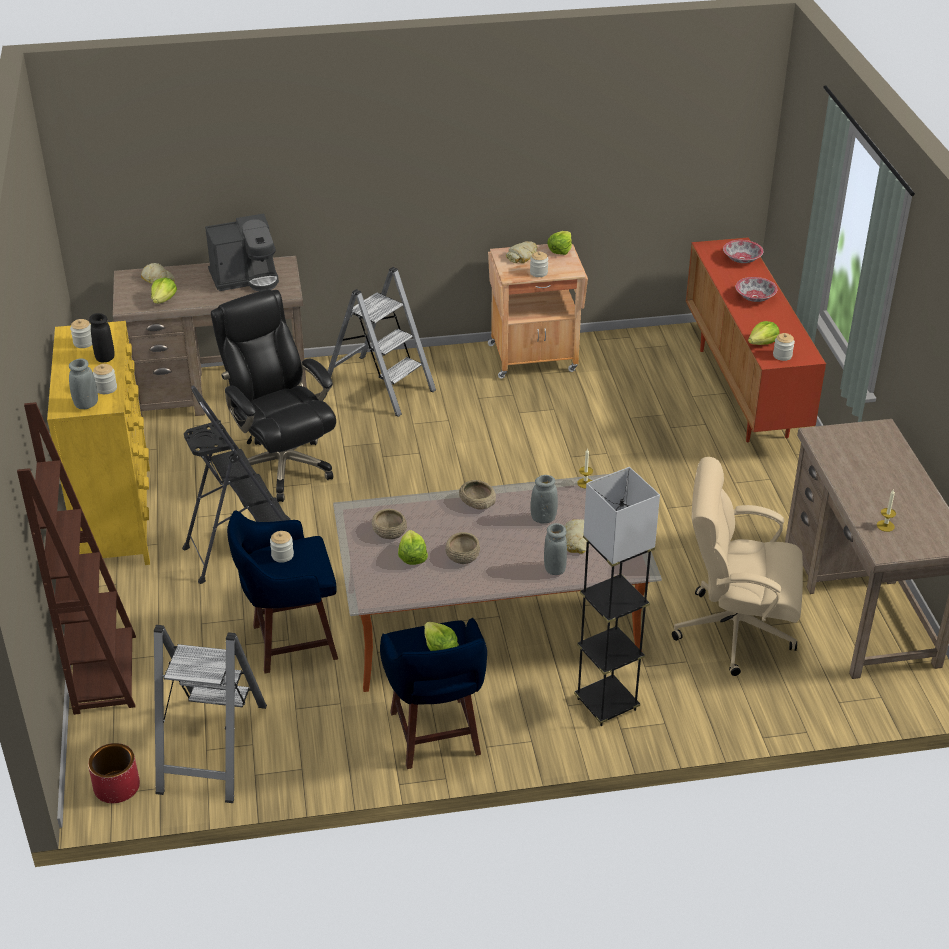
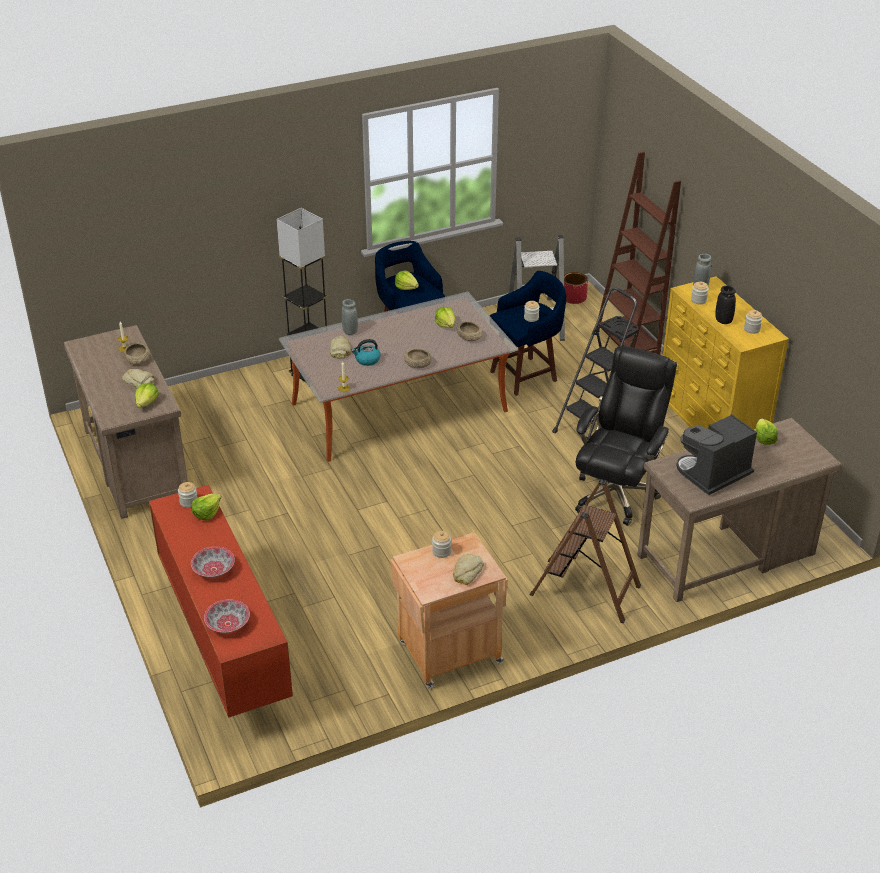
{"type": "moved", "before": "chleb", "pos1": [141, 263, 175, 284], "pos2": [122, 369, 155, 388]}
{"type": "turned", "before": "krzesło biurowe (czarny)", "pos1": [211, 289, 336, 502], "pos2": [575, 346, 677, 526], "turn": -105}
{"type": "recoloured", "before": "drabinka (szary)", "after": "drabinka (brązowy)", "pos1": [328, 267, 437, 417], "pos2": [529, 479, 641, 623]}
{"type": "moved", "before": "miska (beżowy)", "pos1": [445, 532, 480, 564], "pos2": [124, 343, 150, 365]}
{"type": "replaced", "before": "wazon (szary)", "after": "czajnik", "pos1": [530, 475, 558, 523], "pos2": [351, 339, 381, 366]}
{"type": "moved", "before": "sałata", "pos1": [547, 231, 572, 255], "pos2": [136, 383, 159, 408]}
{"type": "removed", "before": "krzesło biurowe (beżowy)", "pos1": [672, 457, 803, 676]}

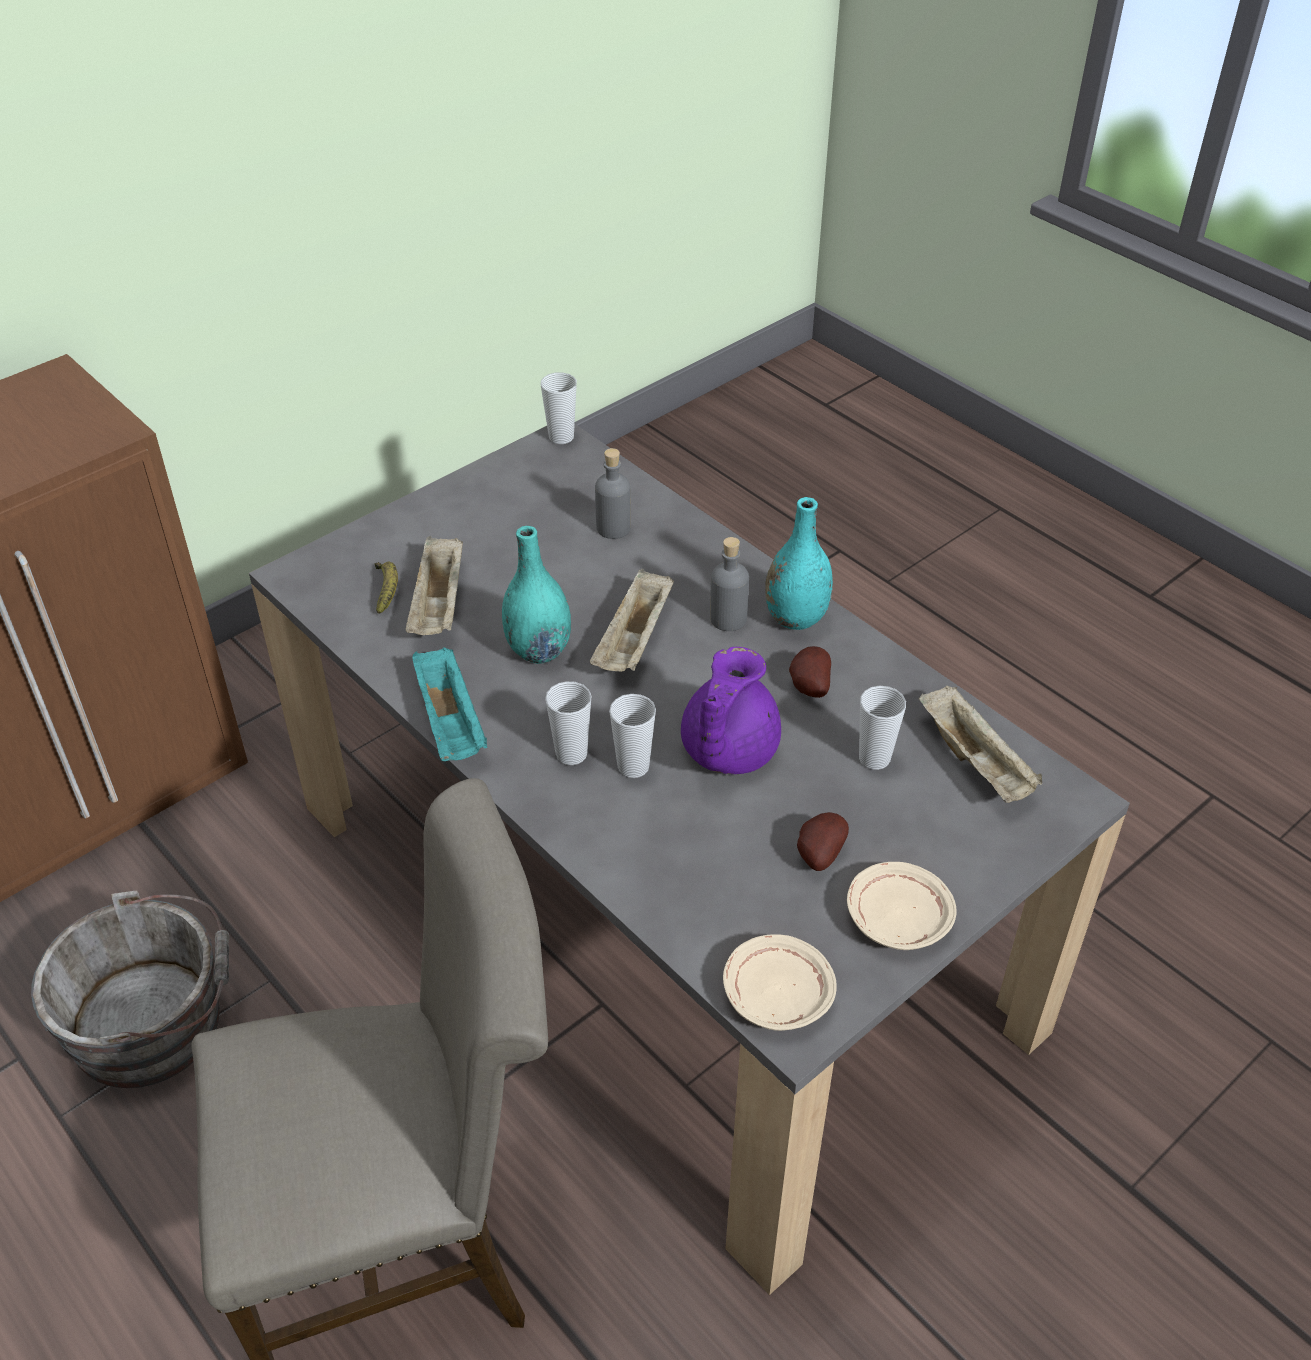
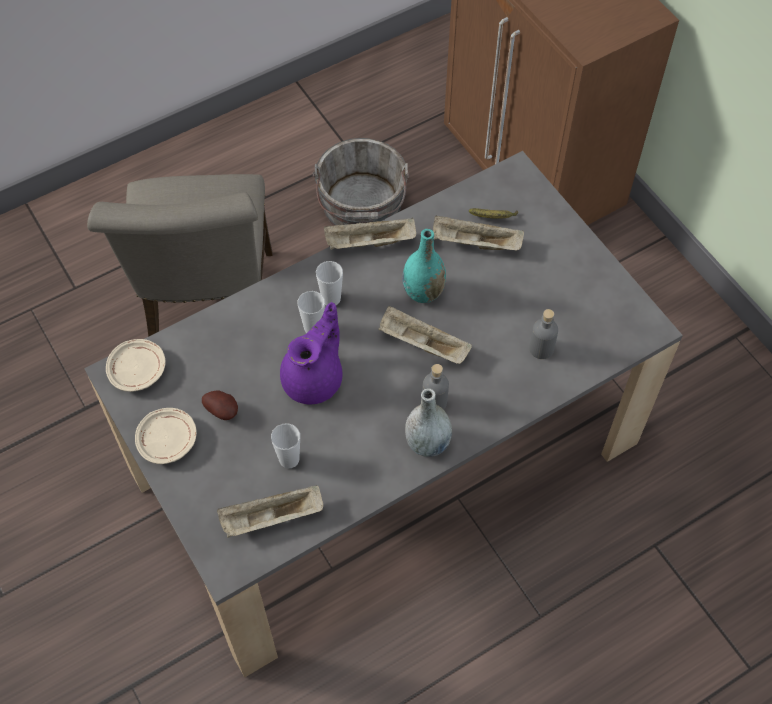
{"type": "recoloured", "before": "taca (turkusowy)", "after": "taca (beżowy)", "pos1": [412, 647, 487, 761], "pos2": [324, 218, 416, 250]}
{"type": "removed", "before": "filiżanka", "pos1": [541, 372, 577, 444]}
{"type": "turned", "before": "imbryk (fioletowy)", "pos1": [681, 647, 781, 774], "pos2": [280, 302, 342, 405], "turn": 90}
{"type": "recoloured", "before": "wazon (turkusowy)", "after": "wazon (szary)", "pos1": [765, 497, 833, 630], "pos2": [405, 388, 452, 457]}
{"type": "removed", "before": "ziemniak", "pos1": [789, 646, 831, 698]}

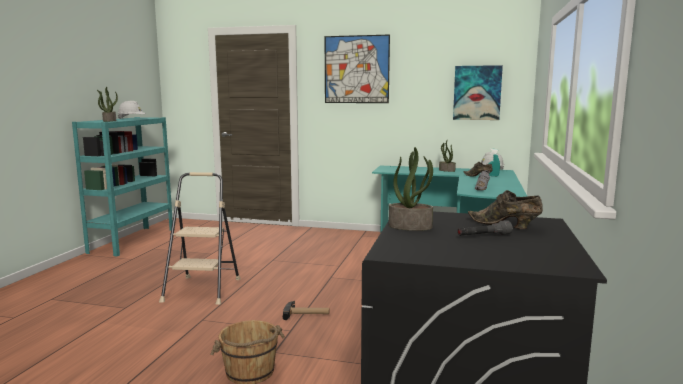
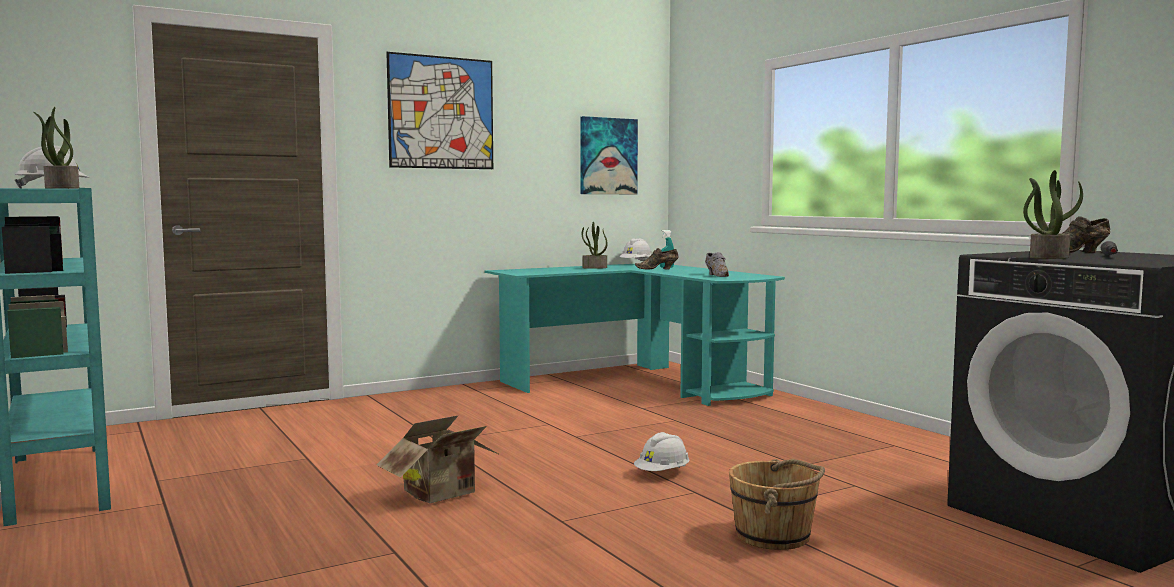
{"type": "replaced", "before": "drabinka (beżowy)", "after": "karton", "pos1": [159, 172, 241, 305], "pos2": [377, 415, 500, 503]}
{"type": "replaced", "before": "młotek", "after": "kask (biały)", "pos1": [283, 301, 329, 320], "pos2": [634, 432, 689, 471]}

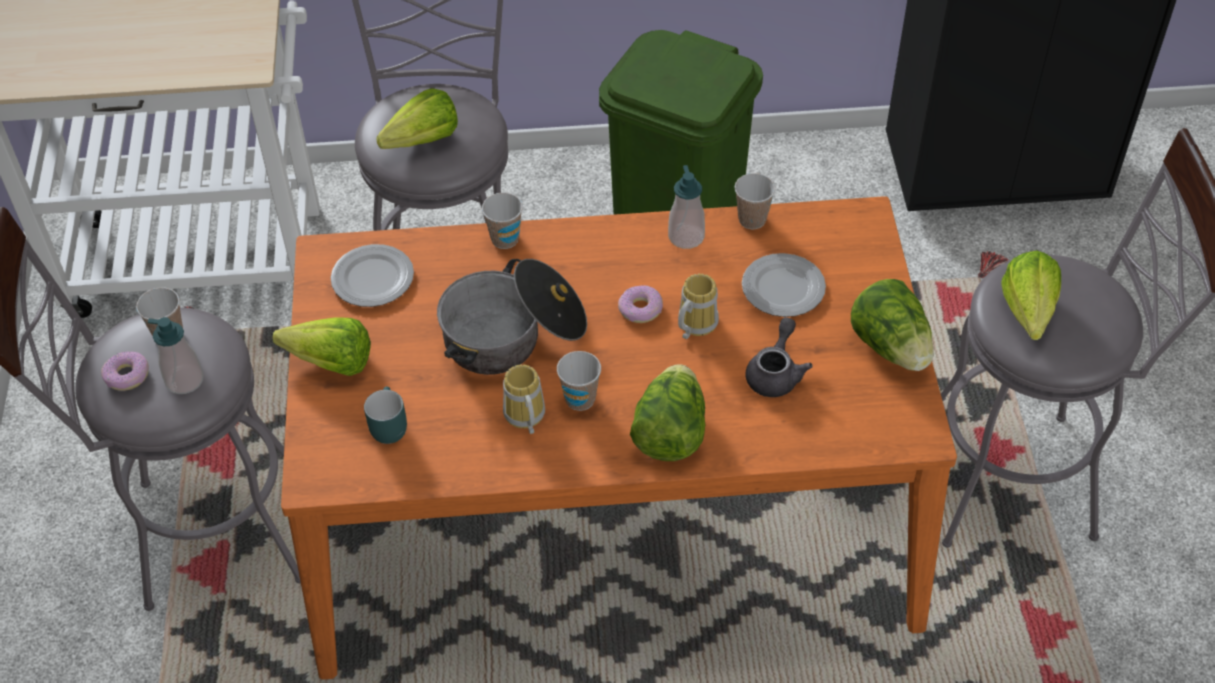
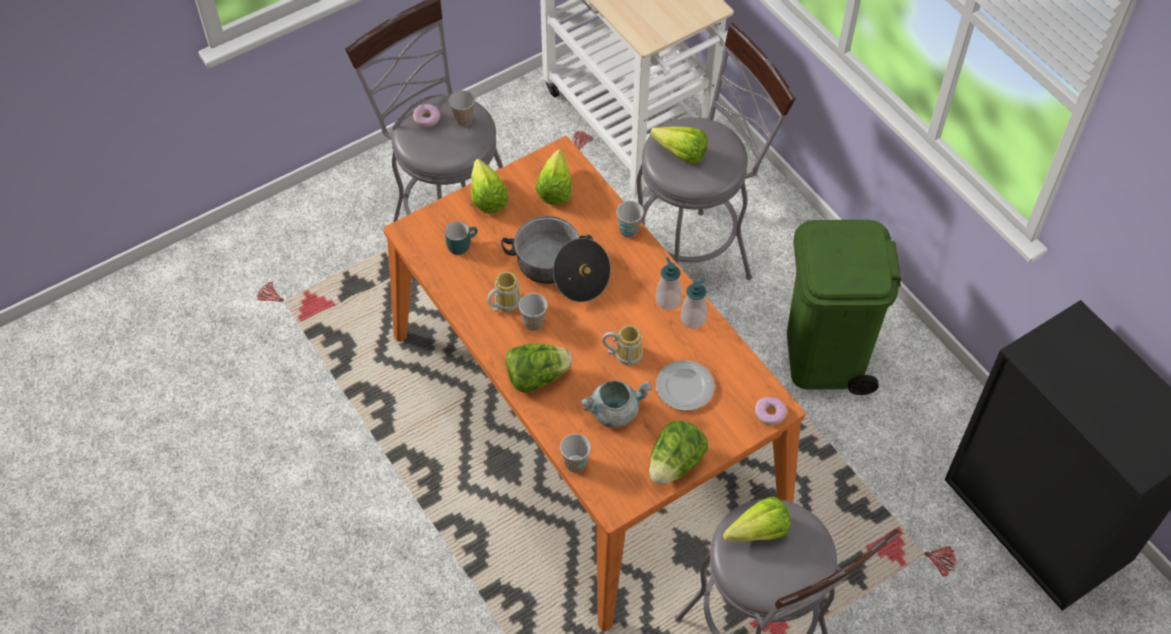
{"type": "moved", "before": "dozownik mydła", "pos1": [148, 317, 204, 394], "pos2": [656, 257, 682, 310]}
{"type": "replaced", "before": "talerz", "after": "sałata", "pos1": [331, 244, 414, 307], "pos2": [535, 149, 572, 205]}
{"type": "moved", "before": "donut", "pos1": [618, 285, 663, 323], "pos2": [755, 397, 787, 425]}
{"type": "moved", "before": "filiżanka", "pos1": [735, 173, 775, 230], "pos2": [560, 434, 591, 473]}
{"type": "replaced", "before": "imbryk (szary)", "after": "garnek (szary)", "pos1": [746, 317, 813, 397], "pos2": [581, 380, 652, 428]}

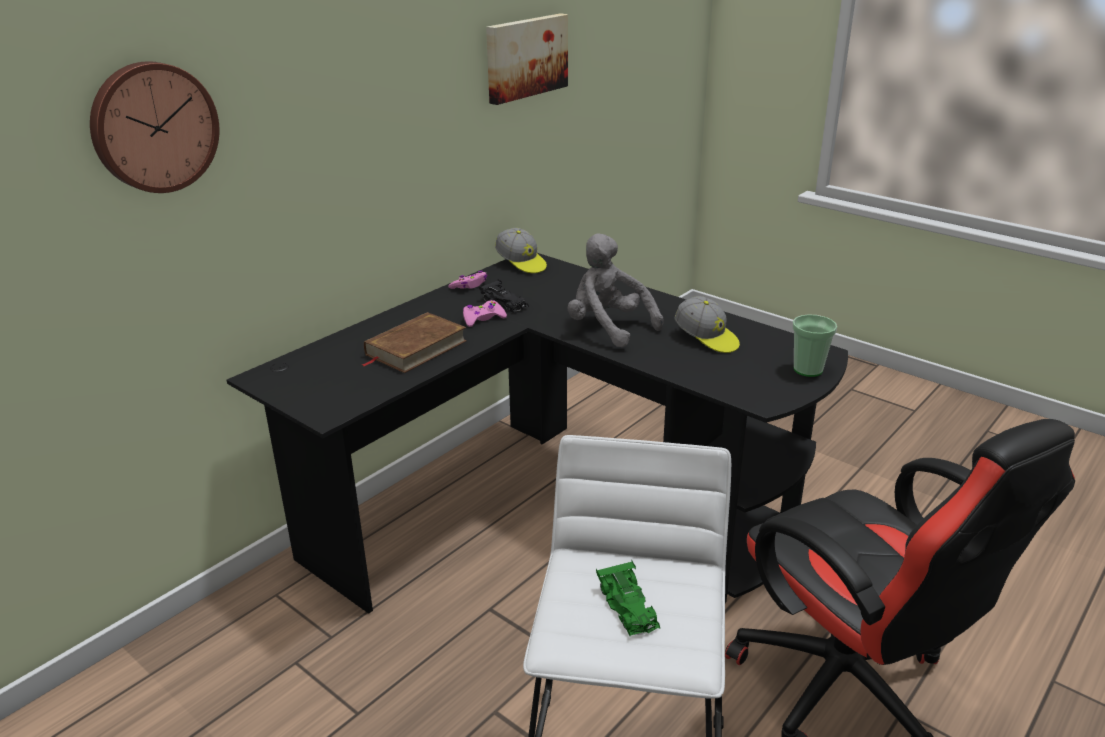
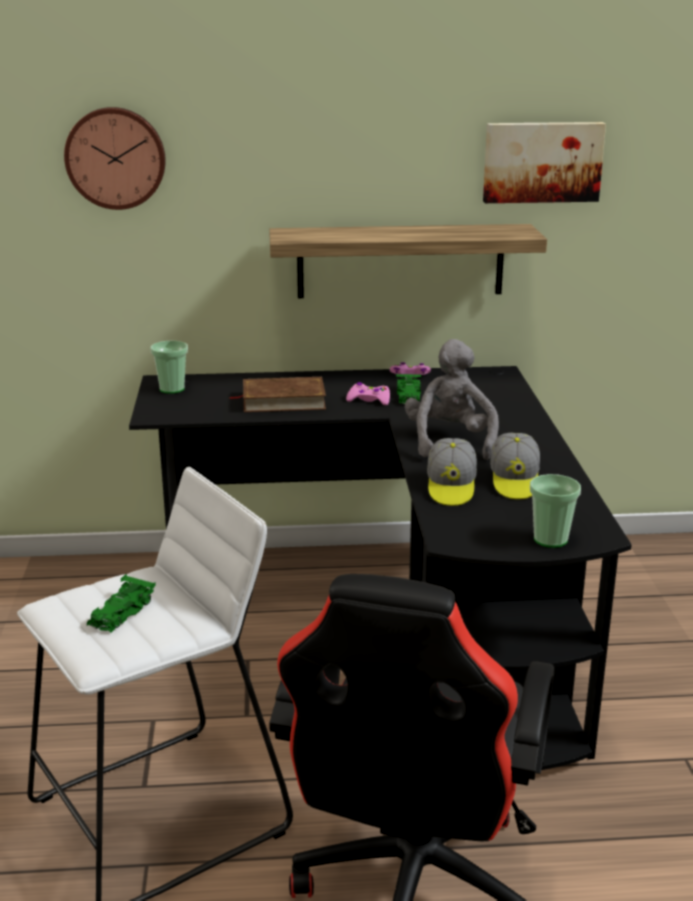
{"type": "recoloured", "before": "samochodzik (czarny)", "after": "samochodzik (zielony)", "pos1": [479, 279, 529, 313], "pos2": [396, 374, 421, 404]}
{"type": "moved", "before": "czapka z daszkiem", "pos1": [495, 228, 547, 273], "pos2": [427, 438, 477, 506]}
{"type": "added", "after": "filiżanka", "pos2": [150, 341, 188, 394]}
{"type": "added", "after": "półka", "pos2": [269, 224, 547, 298]}

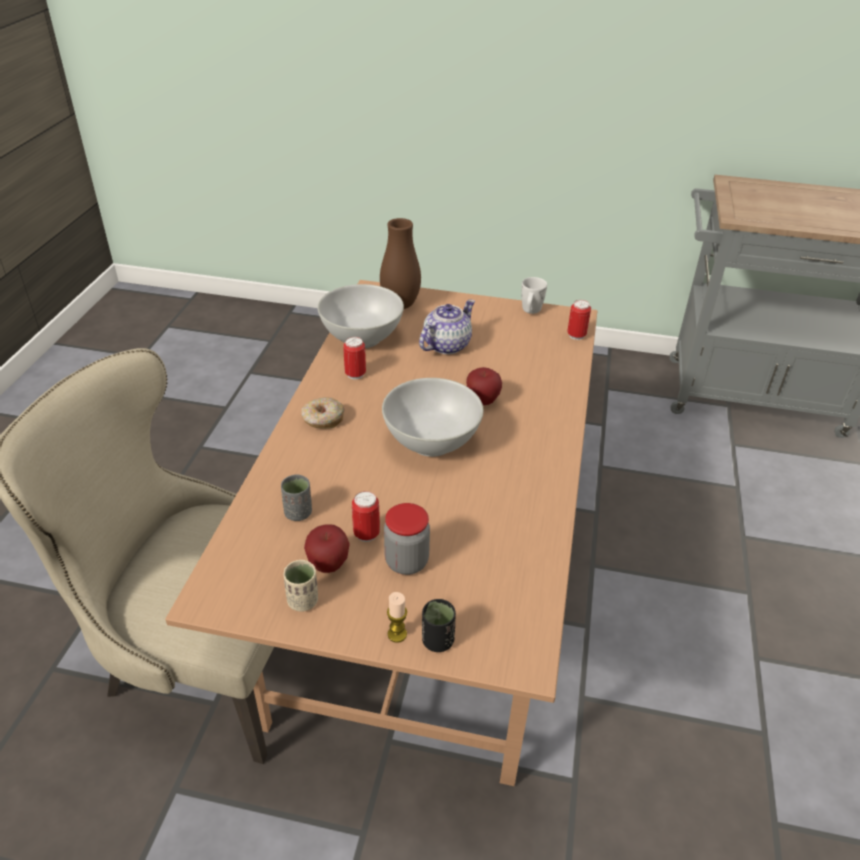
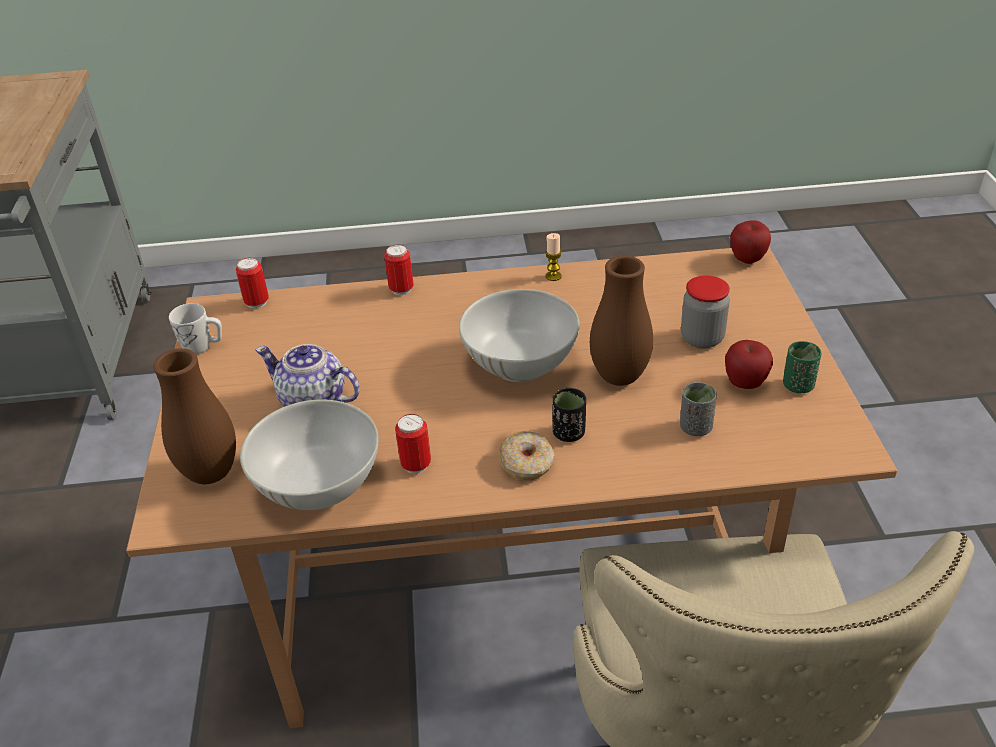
{"type": "recoloured", "before": "filiżanka (beżowy)", "after": "filiżanka (zielony)", "pos1": [284, 560, 318, 612], "pos2": [783, 341, 821, 393]}
{"type": "moved", "before": "puszka", "pos1": [352, 491, 380, 542], "pos2": [384, 244, 414, 295]}
{"type": "moved", "before": "świeca", "pos1": [387, 592, 407, 643], "pos2": [545, 233, 562, 281]}
{"type": "moved", "before": "filiżanka (czarny)", "pos1": [422, 599, 456, 652], "pos2": [553, 388, 586, 442]}
{"type": "moved", "before": "jabłko", "pos1": [466, 367, 502, 405], "pos2": [730, 220, 771, 264]}
{"type": "added", "after": "wazon (brązowy)", "pos2": [590, 256, 653, 386]}

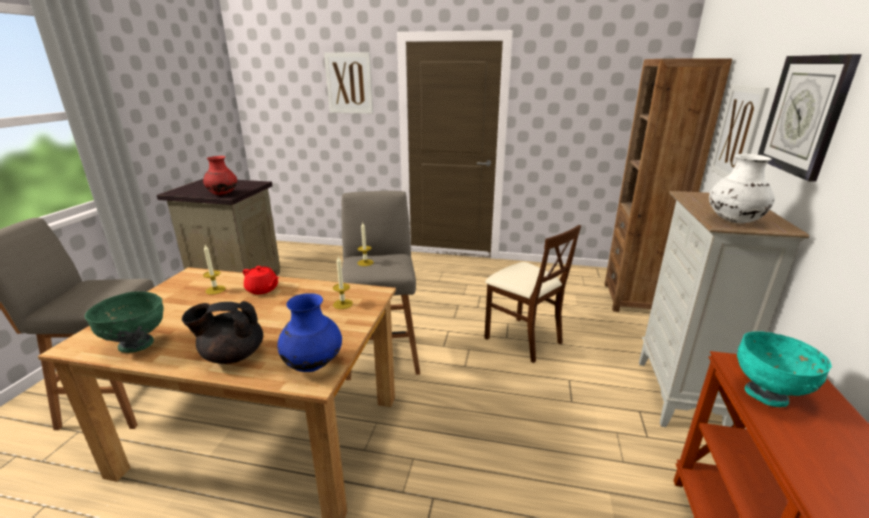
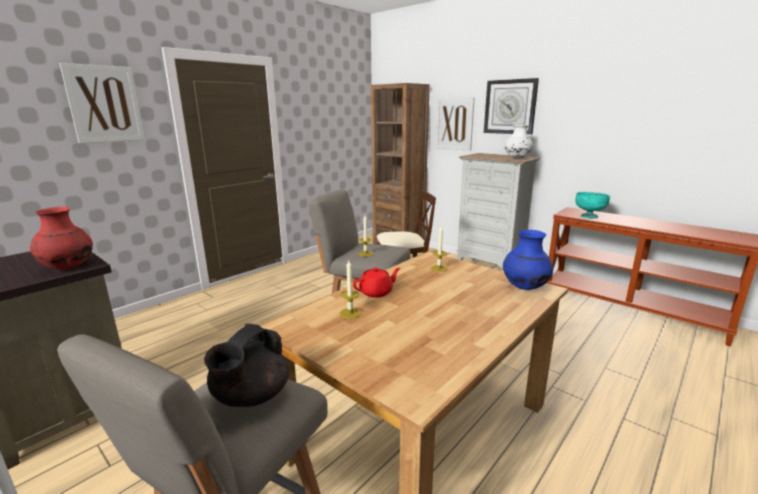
{"type": "removed", "before": "miska (zielony)", "pos1": [85, 291, 164, 353]}
{"type": "moved", "before": "imbryk (czarny)", "pos1": [182, 301, 263, 364], "pos2": [204, 323, 289, 407]}

